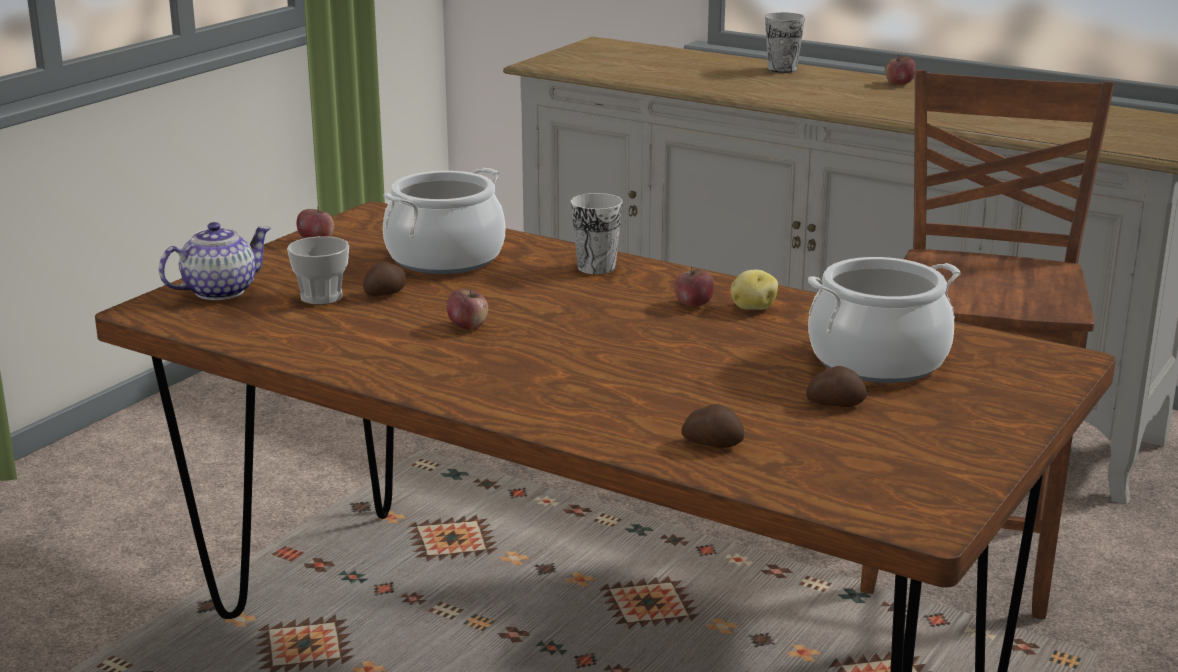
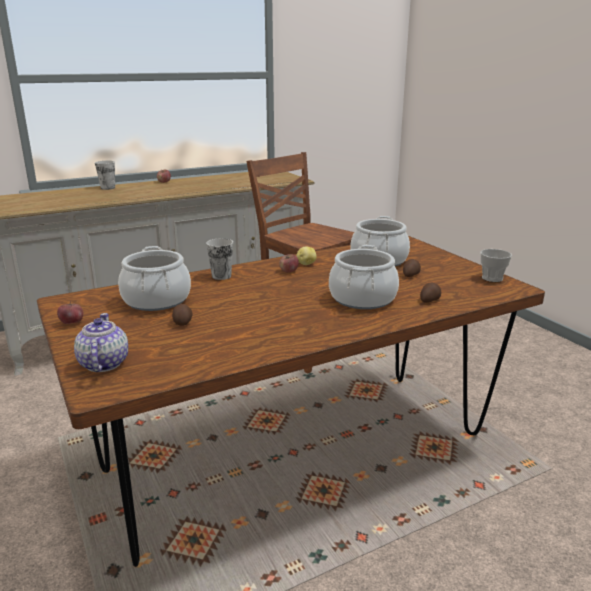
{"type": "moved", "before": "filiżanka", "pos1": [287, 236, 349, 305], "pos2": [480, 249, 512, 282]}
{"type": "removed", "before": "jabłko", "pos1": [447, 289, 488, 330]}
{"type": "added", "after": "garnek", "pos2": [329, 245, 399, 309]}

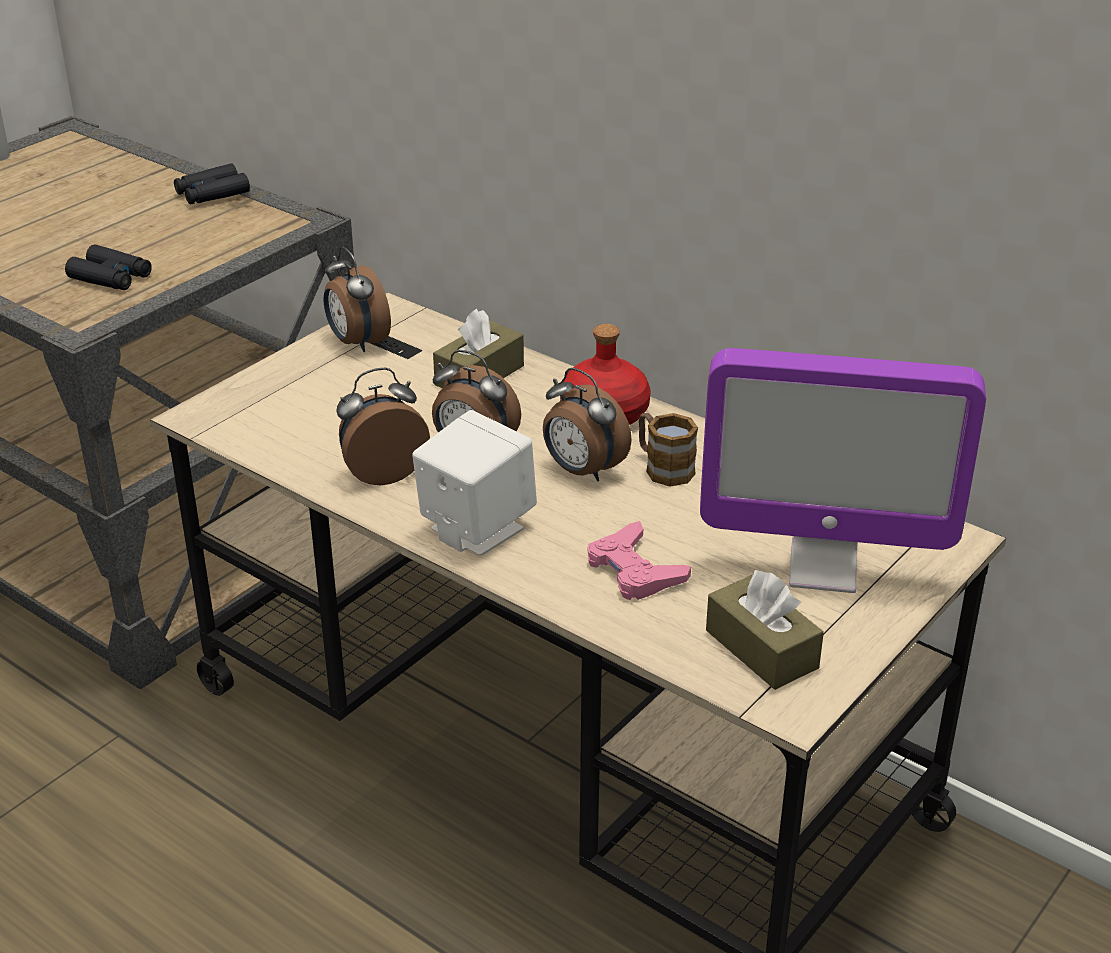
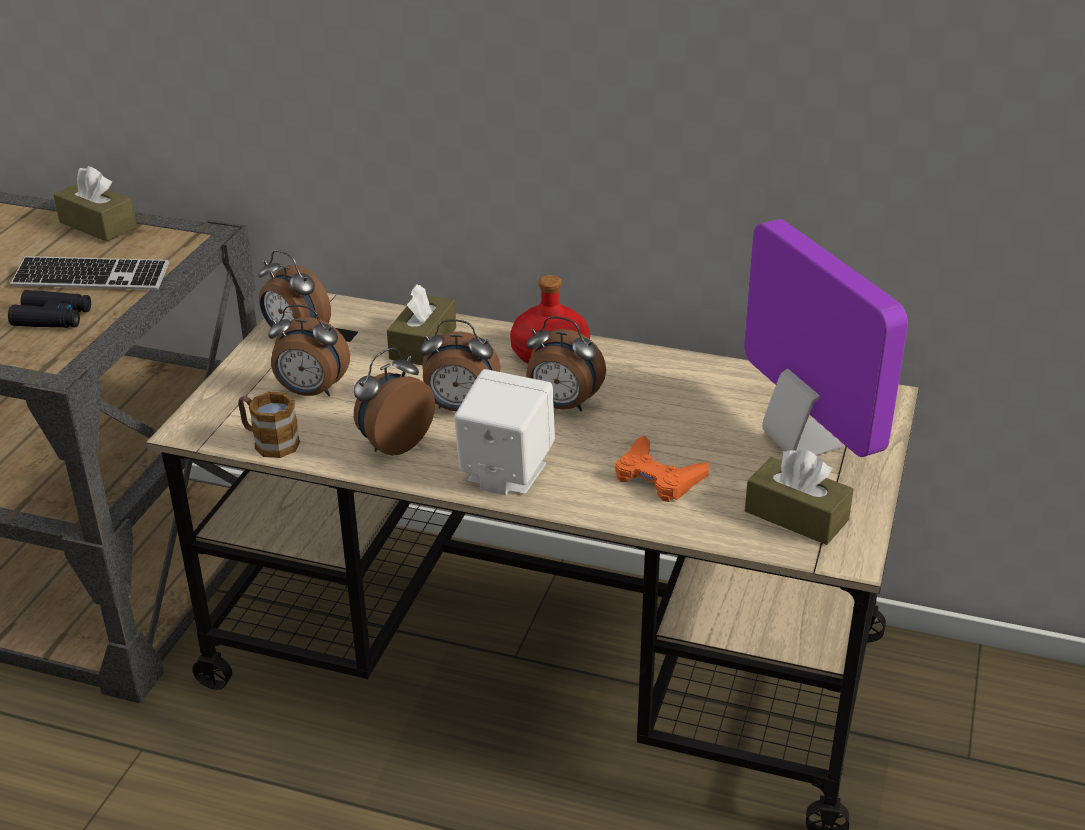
{"type": "replaced", "before": "lornetka (czarny)", "after": "pudełko chusteczek (brązowy)", "pos1": [174, 163, 250, 205], "pos2": [54, 166, 137, 242]}
{"type": "recoloured", "before": "pad do gier (różowy)", "after": "pad do gier (pomarańczowy)", "pos1": [587, 521, 691, 600], "pos2": [615, 435, 709, 502]}
{"type": "moved", "before": "kubek", "pos1": [639, 413, 698, 487], "pos2": [238, 392, 300, 458]}
{"type": "turned", "before": "monitor", "pos1": [700, 348, 986, 593], "pos2": [744, 219, 908, 457], "turn": -105}
{"type": "added", "after": "klawiatura", "pos2": [10, 256, 169, 290]}
{"type": "added", "after": "budzik", "pos2": [268, 305, 350, 396]}

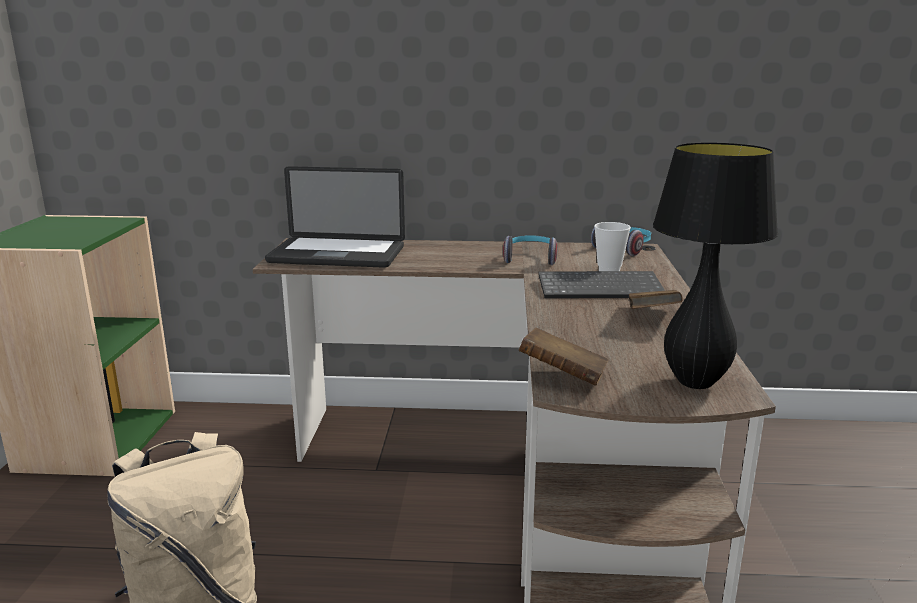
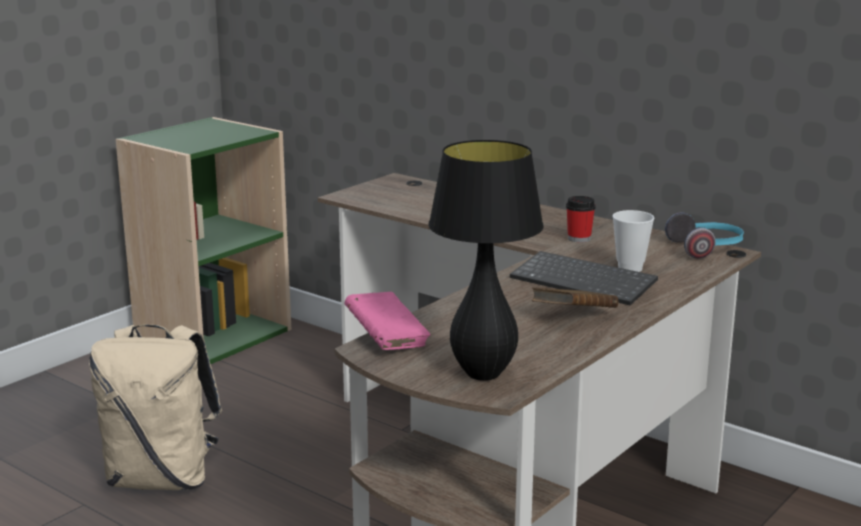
{"type": "removed", "before": "laptop", "pos1": [265, 166, 405, 268]}
{"type": "replaced", "before": "słuchawki", "after": "filiżanka", "pos1": [503, 235, 558, 265], "pos2": [566, 196, 596, 243]}
{"type": "recoloured", "before": "książka (brązowy)", "after": "książka (różowy)", "pos1": [519, 328, 608, 386], "pos2": [344, 292, 430, 350]}

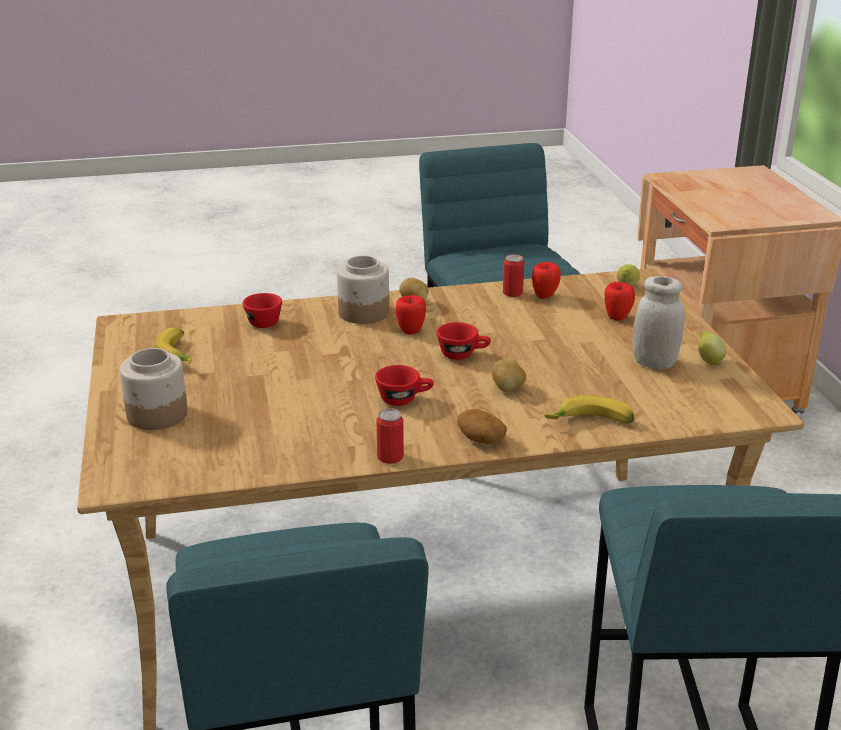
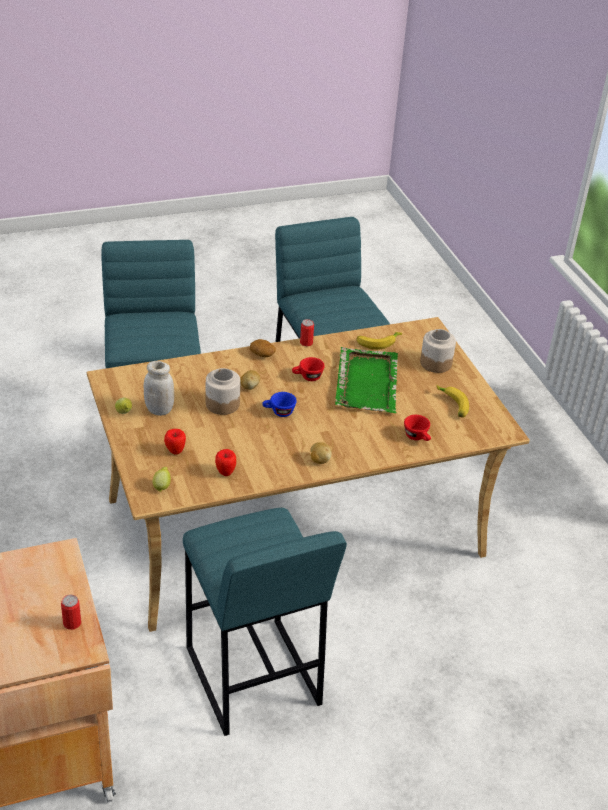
{"type": "moved", "before": "słoik", "pos1": [337, 255, 389, 324], "pos2": [206, 368, 240, 415]}
{"type": "removed", "before": "jabłko", "pos1": [395, 295, 426, 334]}
{"type": "recoloured", "before": "filiżanka (czerwony)", "after": "filiżanka (niebieski)", "pos1": [437, 322, 491, 360], "pos2": [262, 392, 297, 417]}
{"type": "moved", "before": "puszka", "pos1": [503, 254, 524, 297], "pos2": [61, 595, 81, 630]}
{"type": "moved", "before": "banan", "pos1": [545, 395, 634, 424], "pos2": [357, 332, 402, 350]}
{"type": "added", "after": "taca (zielony)", "pos2": [335, 347, 398, 413]}

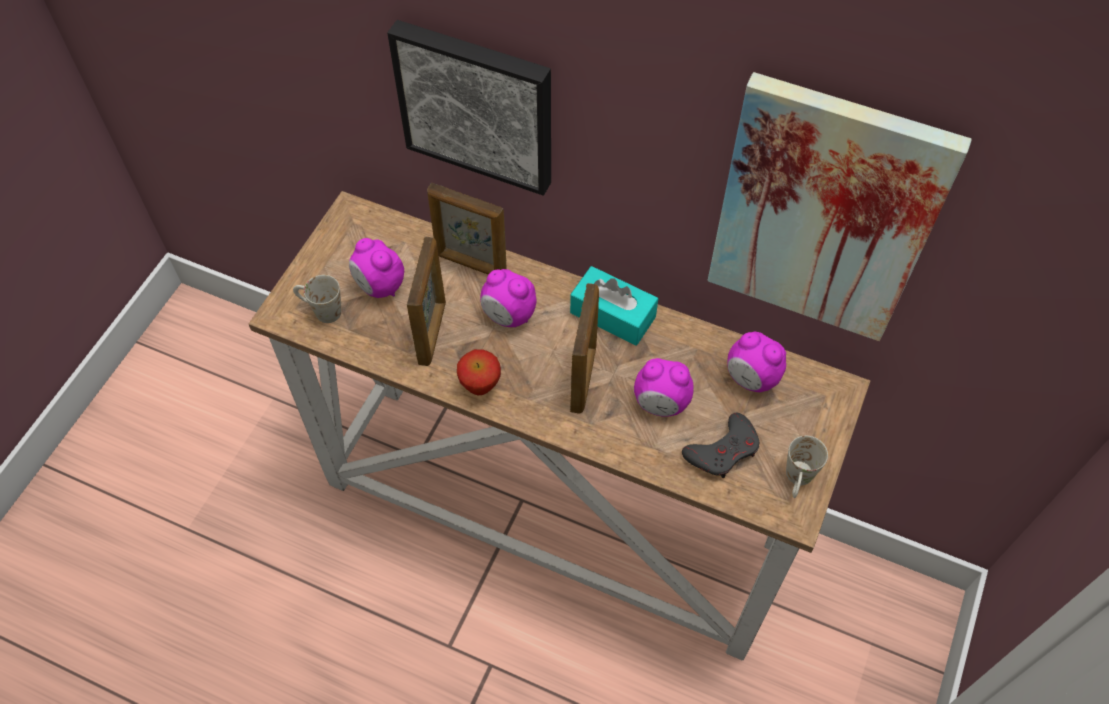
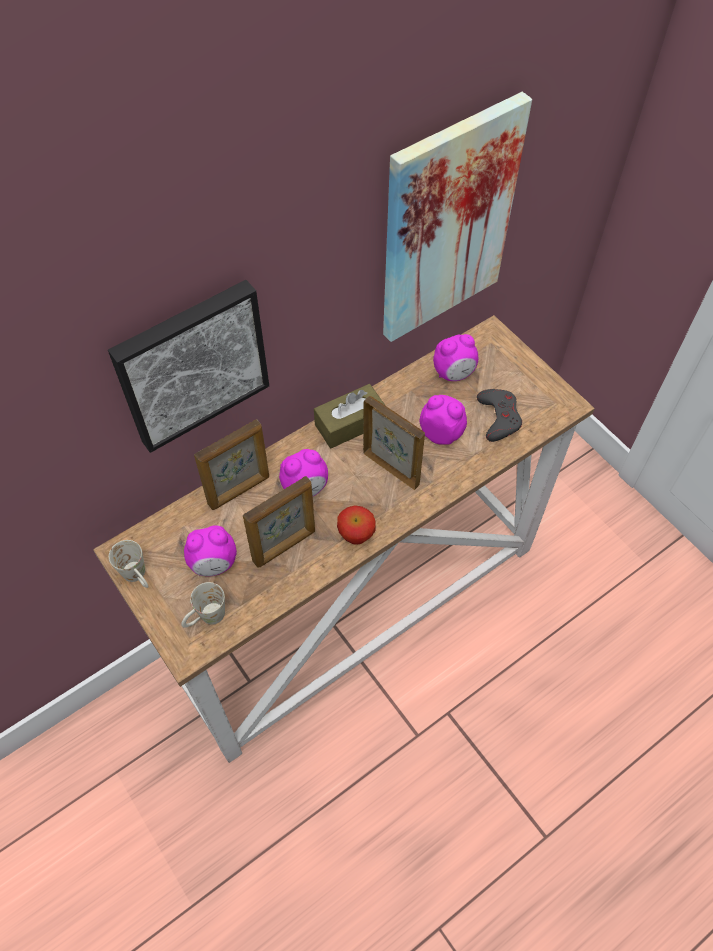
{"type": "turned", "before": "ramka na zdjęcie", "pos1": [407, 237, 446, 366], "pos2": [243, 476, 315, 567], "turn": 105}
{"type": "recoloured", "before": "pudełko chusteczek (turkusowy)", "after": "pudełko chusteczek (brązowy)", "pos1": [570, 266, 658, 346], "pos2": [314, 384, 386, 448]}
{"type": "turned", "before": "budzik", "pos1": [634, 358, 693, 417], "pos2": [420, 395, 467, 444], "turn": -105}
{"type": "moved", "before": "kubek (biały)", "pos1": [786, 436, 828, 498], "pos2": [109, 540, 149, 588]}

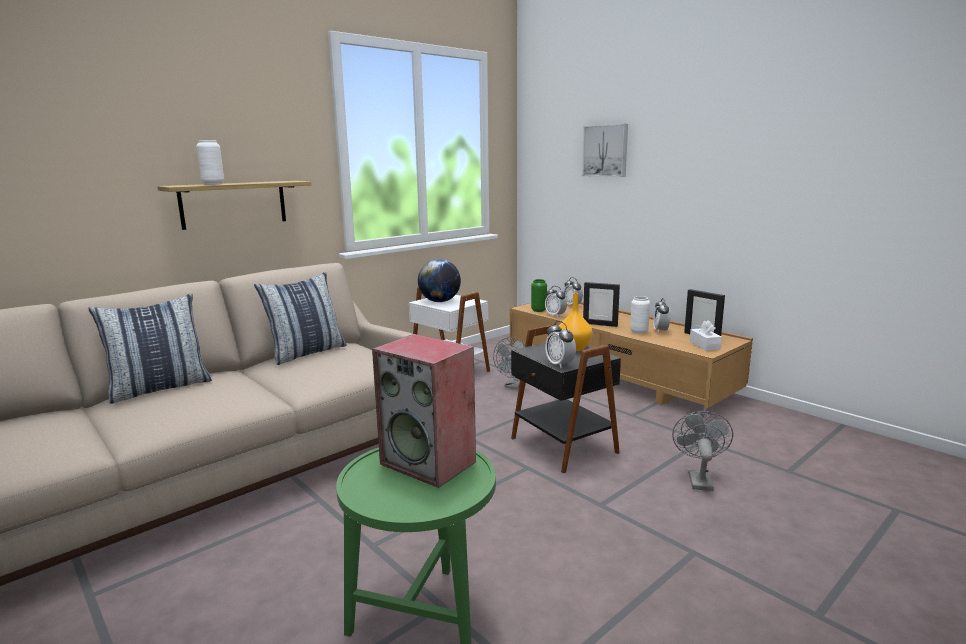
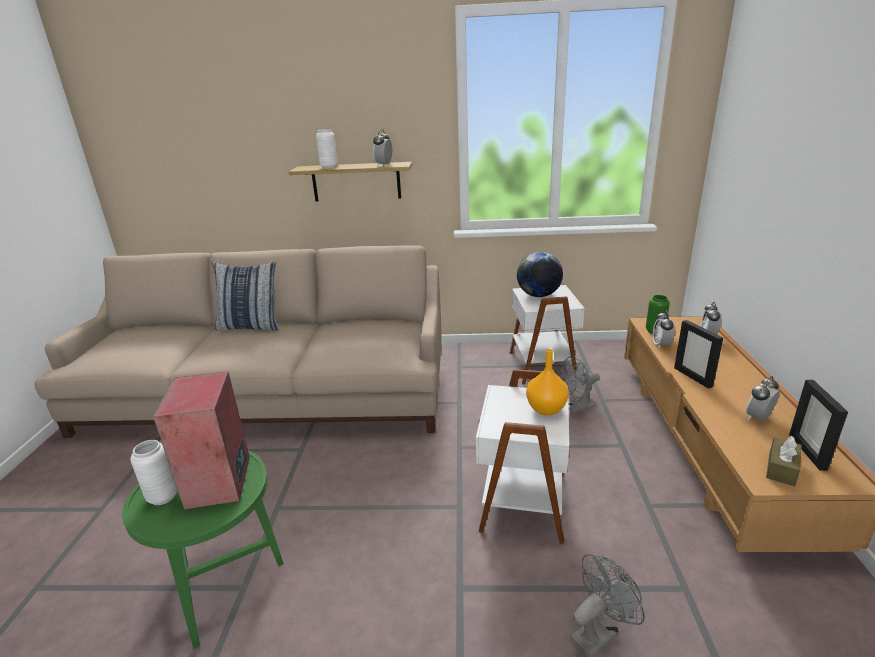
{"type": "removed", "before": "poduszka", "pos1": [254, 272, 347, 365]}
{"type": "recoloured", "before": "stolik (czarny)", "after": "stolik (biały)", "pos1": [511, 325, 621, 473], "pos2": [476, 369, 569, 544]}
{"type": "moved", "before": "budzik", "pos1": [545, 321, 576, 368], "pos2": [373, 129, 392, 166]}
{"type": "removed", "before": "obraz", "pos1": [582, 124, 628, 177]}
{"type": "moved", "before": "wazon (biały)", "pos1": [630, 296, 650, 334], "pos2": [130, 440, 178, 505]}
{"type": "recoloured", "before": "pudełko chusteczek (biały)", "after": "pudełko chusteczek (brązowy)", "pos1": [690, 320, 722, 351], "pos2": [766, 436, 802, 486]}

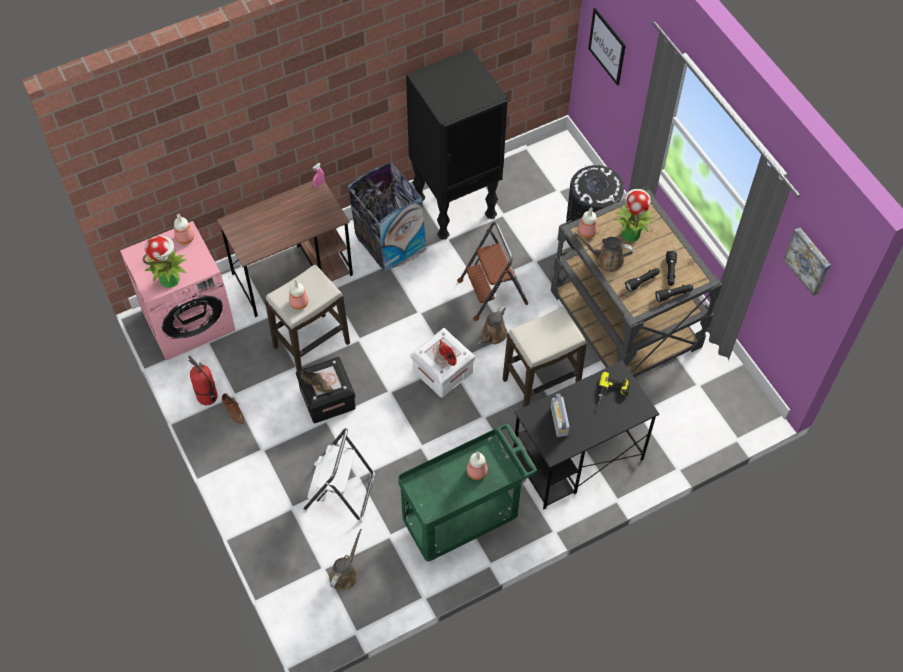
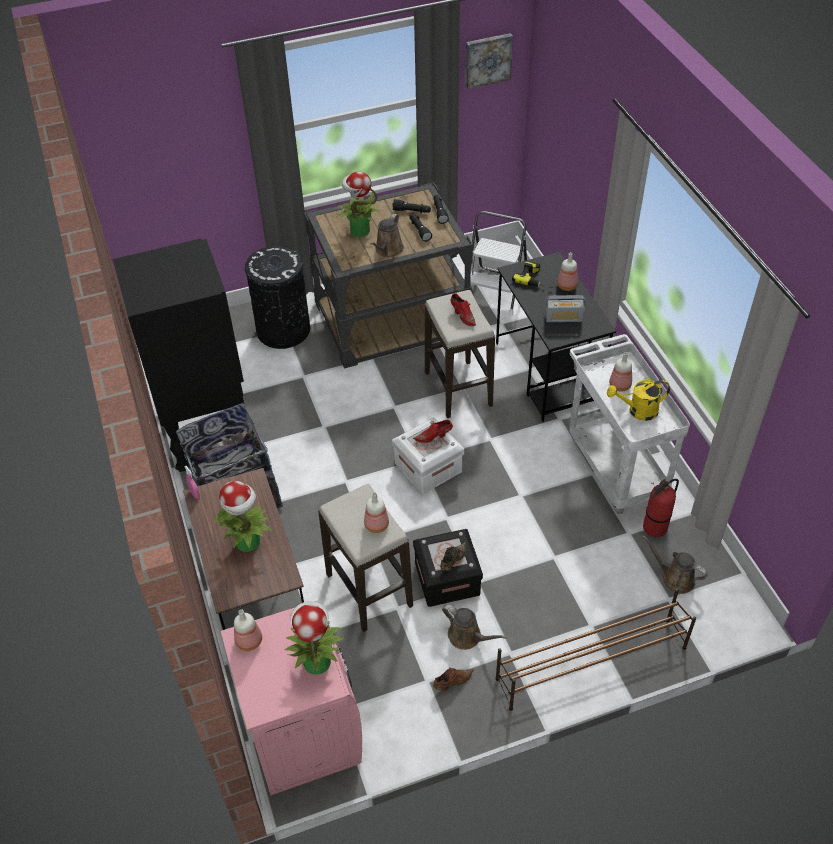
{"type": "moved", "before": "gaśnica", "pos1": [188, 356, 218, 405], "pos2": [643, 479, 679, 537]}
{"type": "moved", "before": "drabinka (biały)", "pos1": [300, 428, 375, 523], "pos2": [470, 211, 527, 315]}
{"type": "recoloured", "before": "wózek (zielony)", "after": "wózek (biały)", "pos1": [398, 424, 537, 561], "pos2": [569, 334, 690, 514]}
{"type": "removed", "before": "drabinka (brązowy)", "pos1": [457, 222, 528, 321]}
{"type": "moved", "before": "konewka (brązowy)", "pos1": [478, 306, 507, 345], "pos2": [442, 604, 507, 650]}
{"type": "moved", "before": "butelka", "pos1": [578, 208, 597, 239], "pos2": [557, 252, 578, 291]}
{"type": "removed", "before": "obraz", "pos1": [588, 8, 626, 86]}
{"type": "added", "after": "roślina doniczkowa", "pos2": [214, 481, 272, 552]}
{"type": "added", "after": "but (czerwony)", "pos2": [450, 293, 476, 326]}
{"type": "added", "after": "regał na buty (brązowy)", "pos2": [495, 589, 696, 711]}
{"type": "added", "after": "konewka (żółty)", "pos2": [607, 380, 670, 421]}

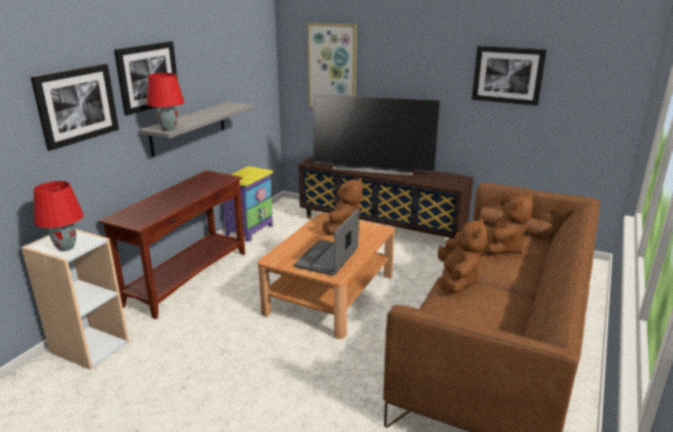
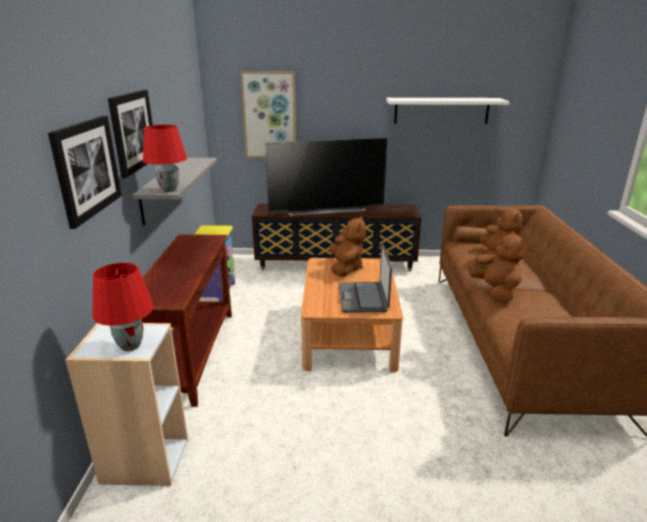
{"type": "replaced", "before": "obraz", "after": "półka (biały)", "pos1": [472, 46, 547, 106], "pos2": [386, 98, 510, 124]}

